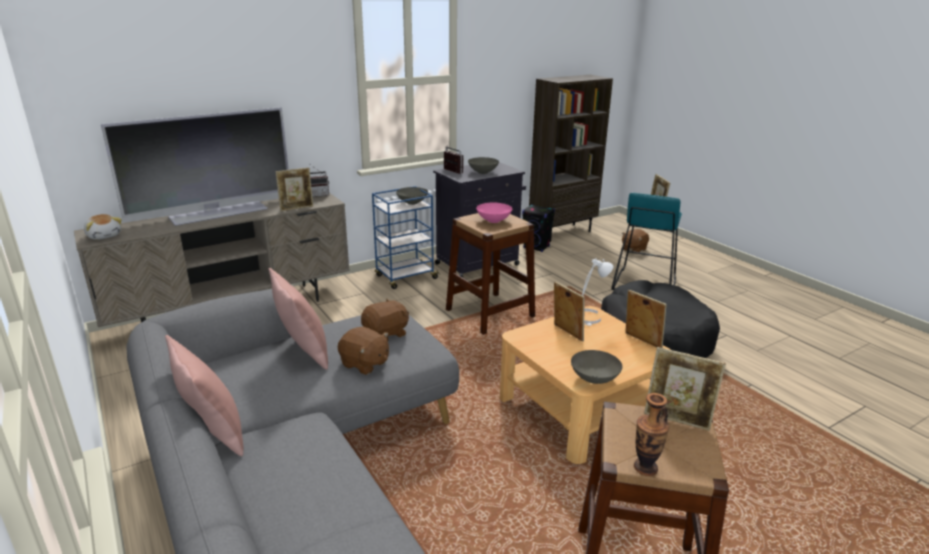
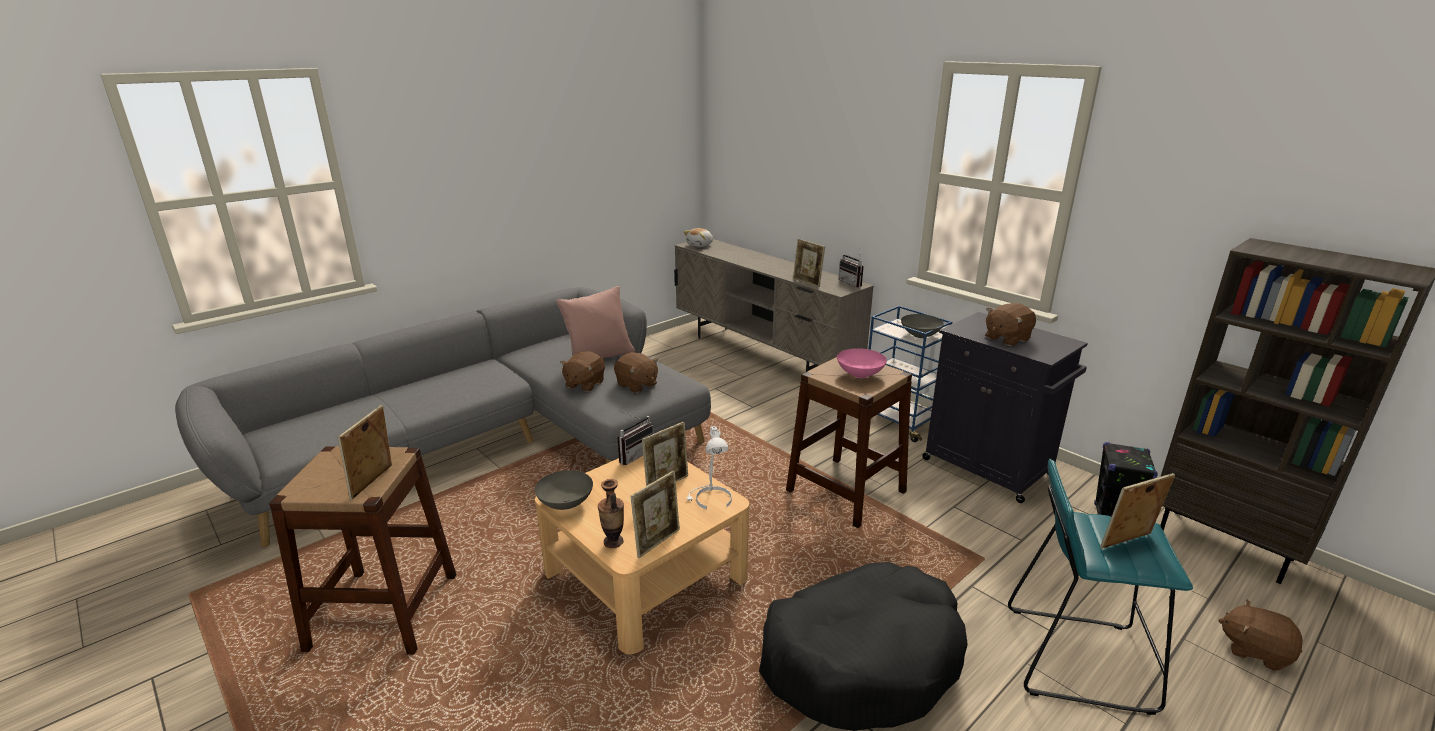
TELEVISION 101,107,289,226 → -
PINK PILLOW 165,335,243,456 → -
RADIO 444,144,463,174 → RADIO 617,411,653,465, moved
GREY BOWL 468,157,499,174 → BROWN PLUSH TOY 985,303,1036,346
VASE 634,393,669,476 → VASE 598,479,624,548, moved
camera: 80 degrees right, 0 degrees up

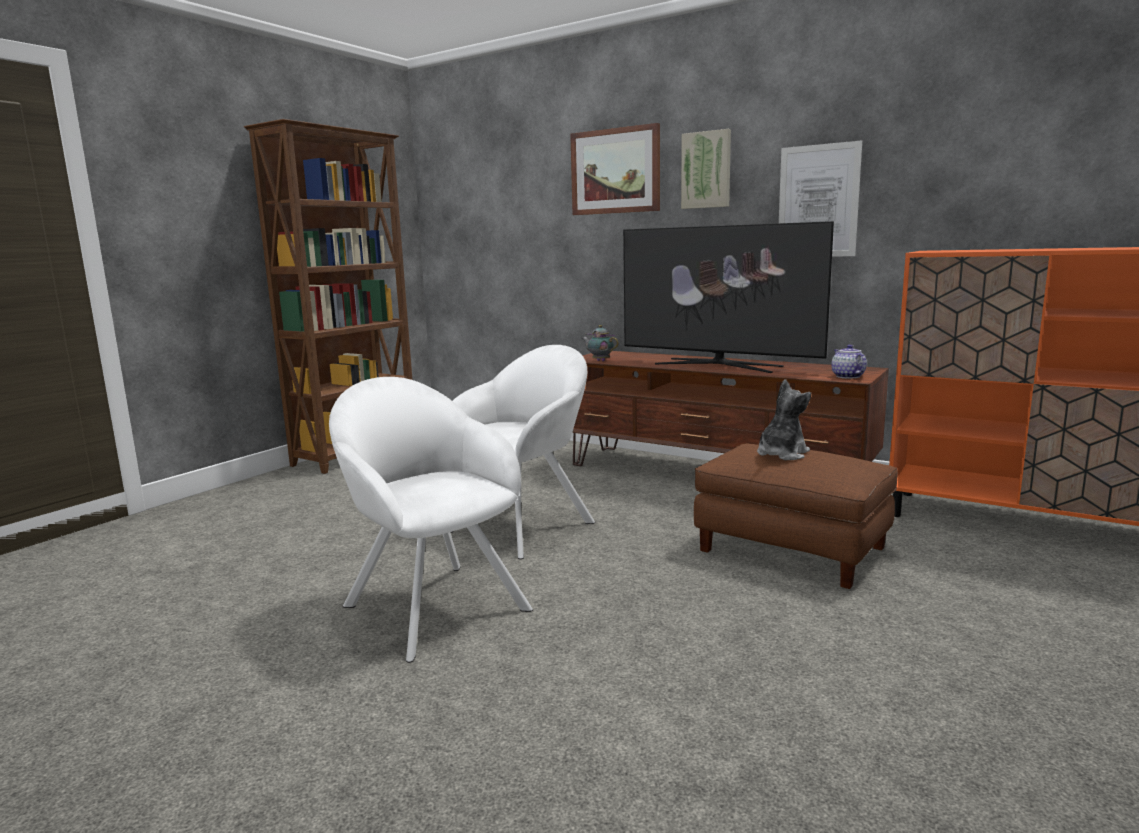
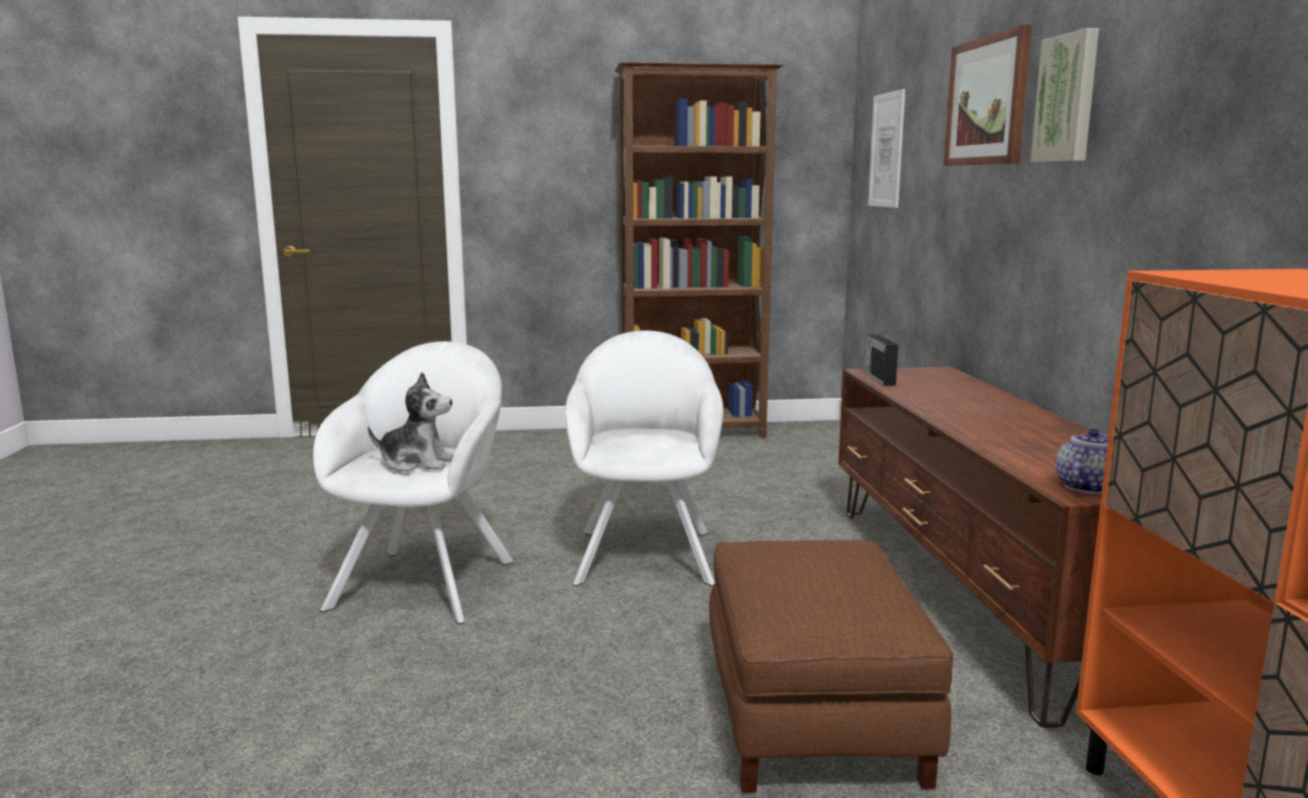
WHITE ARMCHAIR 450,345,595,559 → WHITE ARMCHAIR 565,330,723,586, 90 degrees counterclockwise
TEAPOT 582,325,619,361 → RADIO 865,331,898,386
TELEVISION 623,221,834,373 → -
PLUSH TOY 757,379,811,460 → PLUSH TOY 368,372,454,472, moved
PICTURE 779,140,862,257 → PICTURE 868,89,905,208, moved
camera: 50 degrees right, 0 degrees up

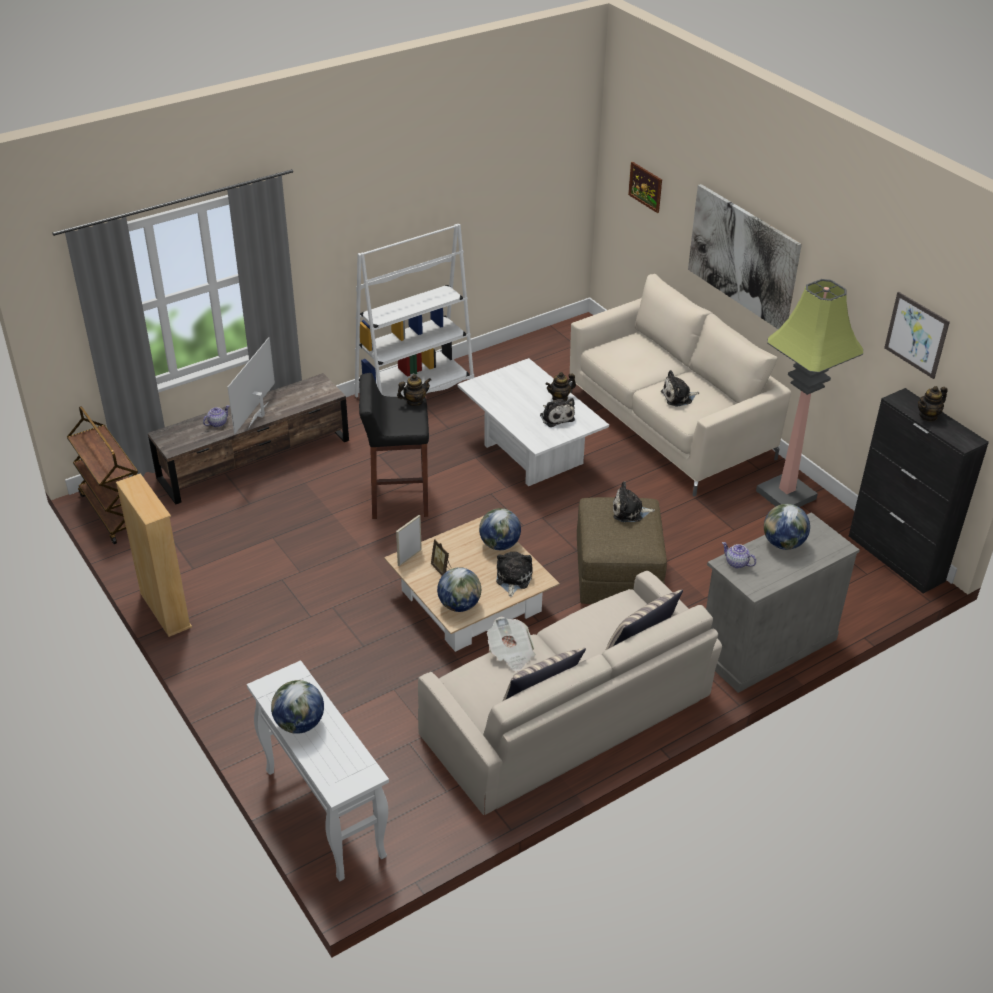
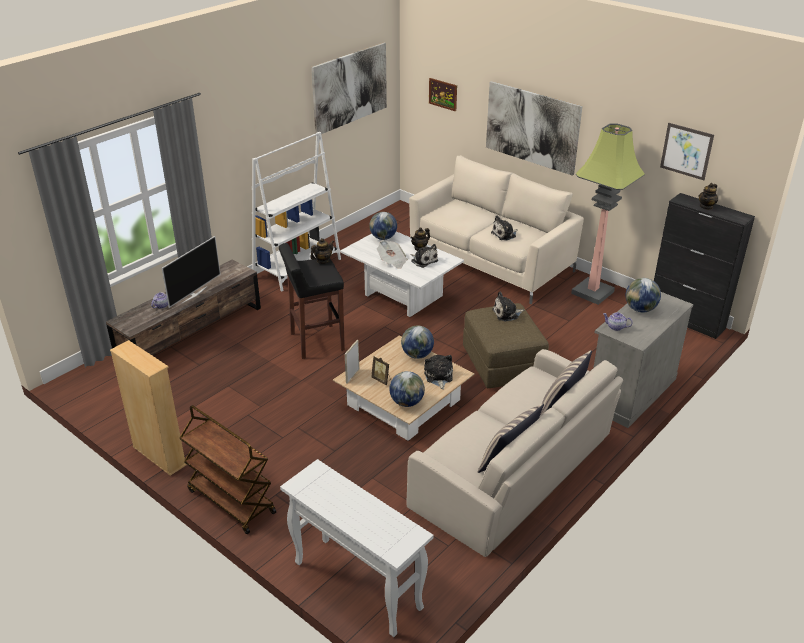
BROWN CART 67,406,138,544 → BROWN CART 179,405,276,534, moved
TELEVISION 228,337,275,434 → TELEVISION 162,236,220,308, 150 degrees counterclockwise
GLOBE 271,680,324,734 → GLOBE 369,212,397,240, moved
NEWSPAPER 487,616,536,672 → NEWSPAPER 377,240,408,269, moved
- → PICTURE 311,42,387,134
camera: 15 degrees left, 5 degrees down

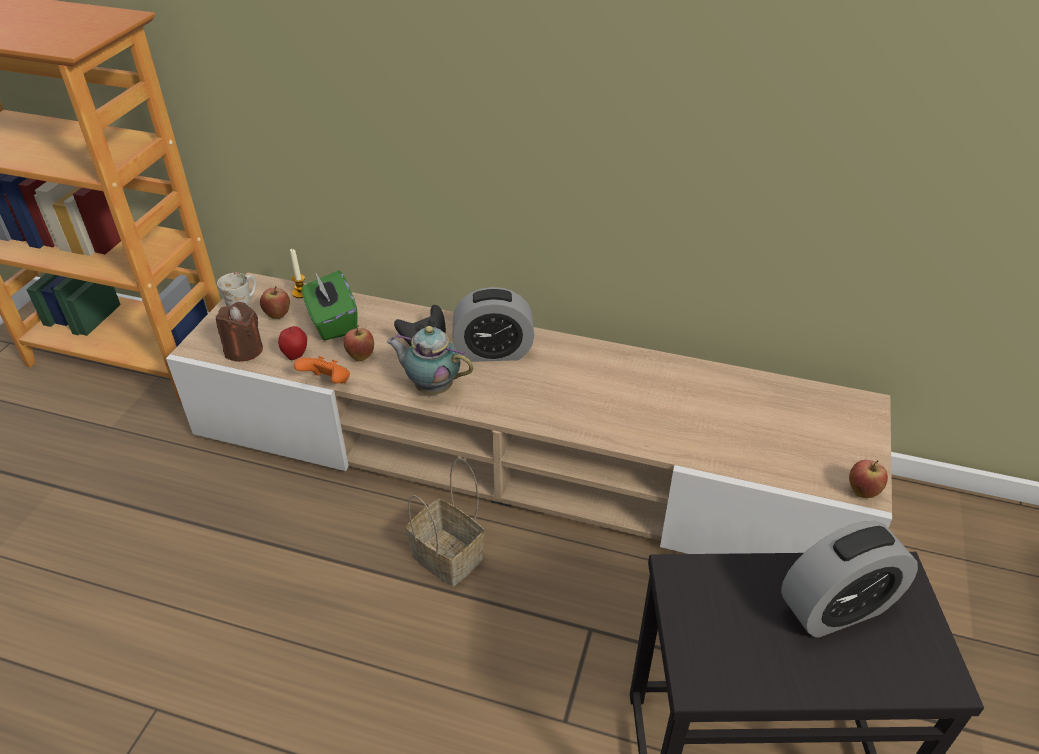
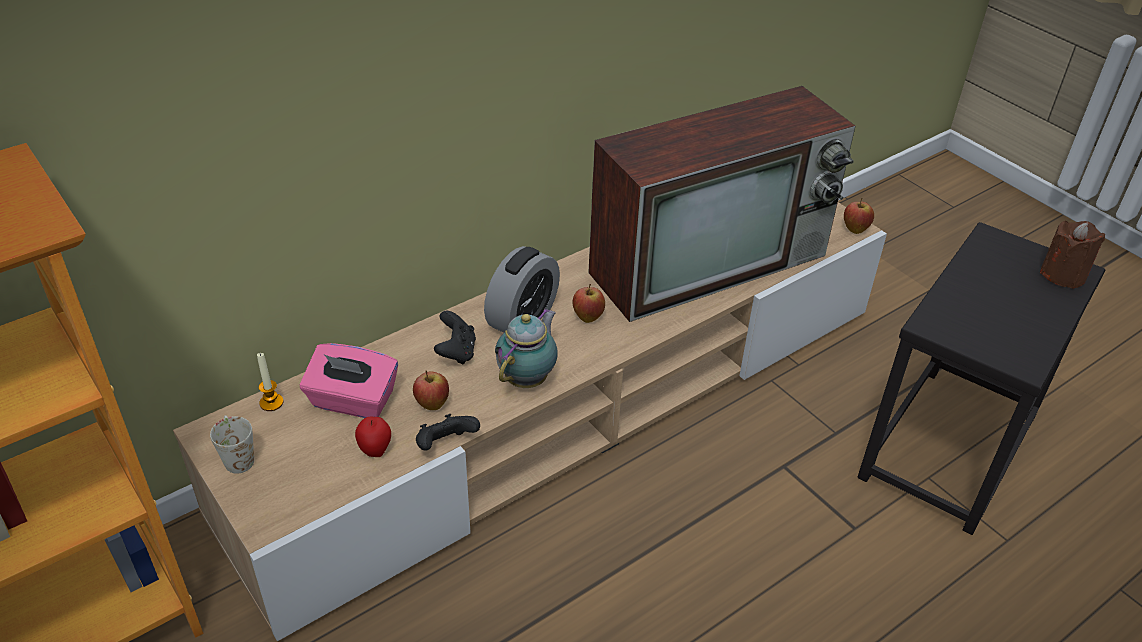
BROWN CANDLE 216,302,263,362 → BROWN CANDLE 1040,221,1105,289, moved
APPLE 260,286,290,319 → APPLE 573,284,605,323, moved
ORANGE GAME CONTROLLER 294,356,350,384 → BLACK GAME CONTROLLER 416,414,480,451
GREEN TISSUE BOX 302,271,358,341 → PINK TISSUE BOX 300,343,398,418
TEAPOT 387,326,473,394 → TEAPOT 495,308,558,388, 150 degrees clockwise
BASKET 406,458,485,587 → -
ALARM CLOCK 781,521,918,638 → -
- → TELEVISION 588,86,855,322
camera: 55 degrees left, 0 degrees up

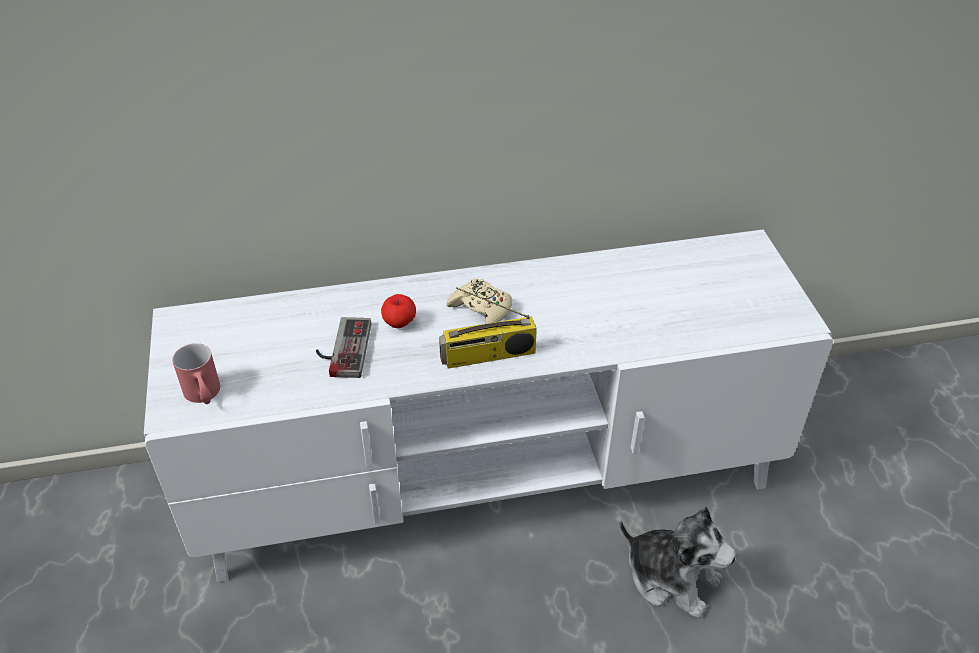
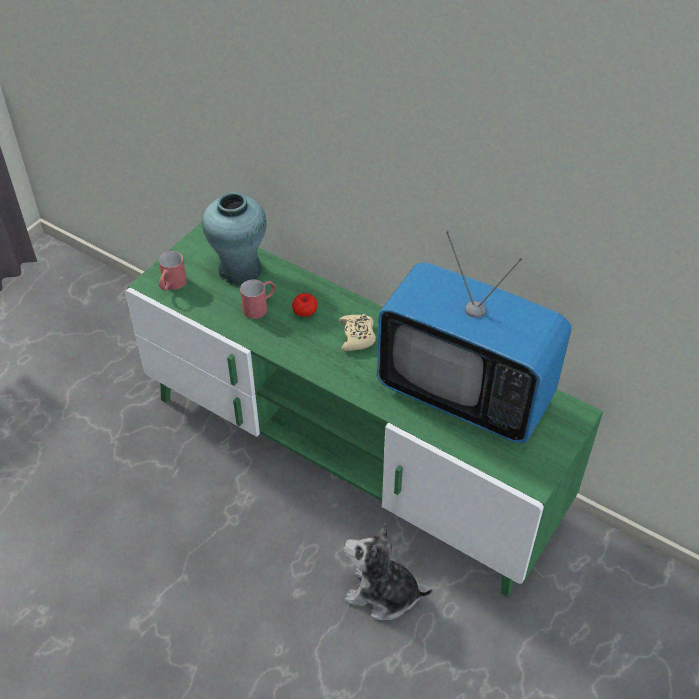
WHITE TV STAND 144,230,833,582 → GREEN TV STAND 125,222,603,597
GAME CONTROLLER 316,317,371,378 → RED MUG 240,279,275,319
RADIO 439,287,537,368 → -
PLUSH TOY 619,507,736,619 → PLUSH TOY 344,523,433,620, 120 degrees clockwise
- → TURQUOISE VASE 202,192,267,285
- → TELEVISION 377,231,572,443
camera: 45 degrees right, 5 degrees up

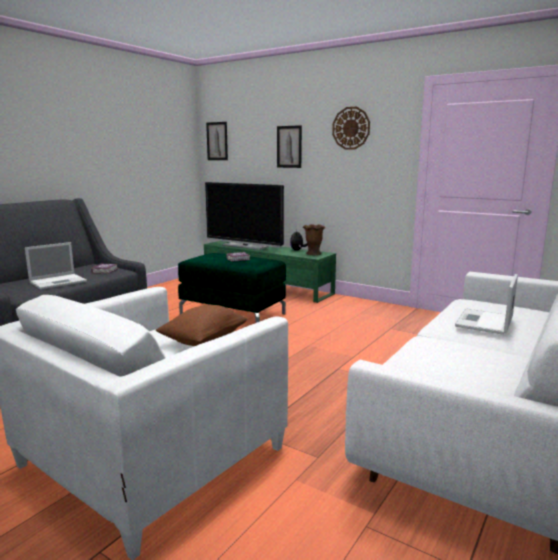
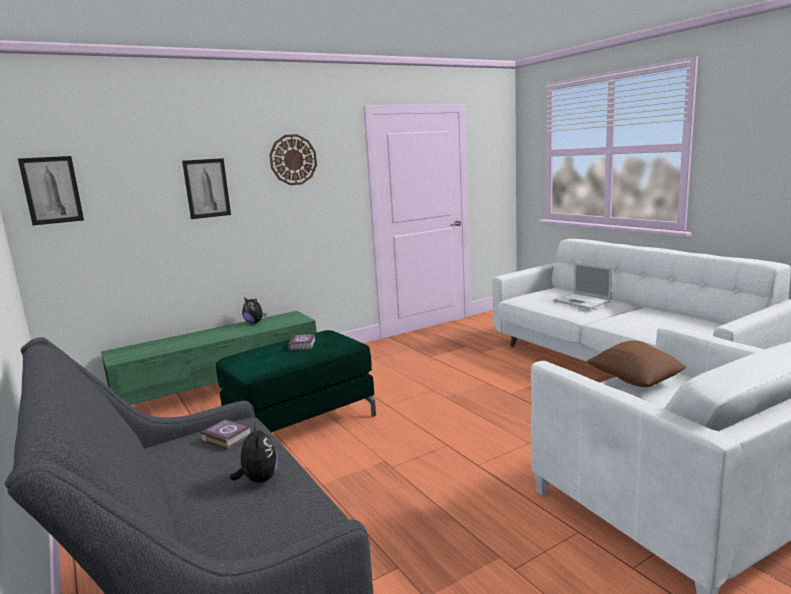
LAPTOP 25,242,87,289 → PLUSH TOY 230,424,278,483
TELEVISION 205,182,284,250 → -
BROWN VASE 303,224,325,255 → -
camera: 65 degrees left, 0 degrees up

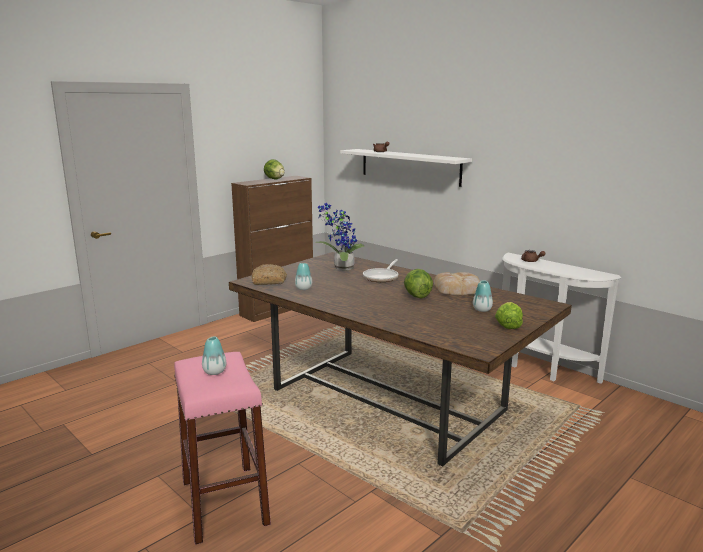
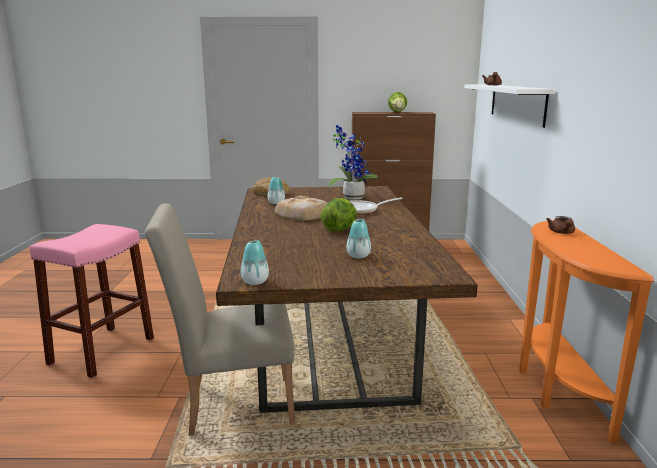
VASE 202,336,226,375 → VASE 241,240,269,285, moved
BREAD 433,272,480,295 → BREAD 275,196,327,221, moved
LETTUCE 495,302,523,329 → -
WHITE CONSOLE TABLE 502,253,621,384 → ORANGE CONSOLE TABLE 519,220,654,443
- → BEIGE CHAIR 144,203,295,436
camera: 45 degrees right, 0 degrees up

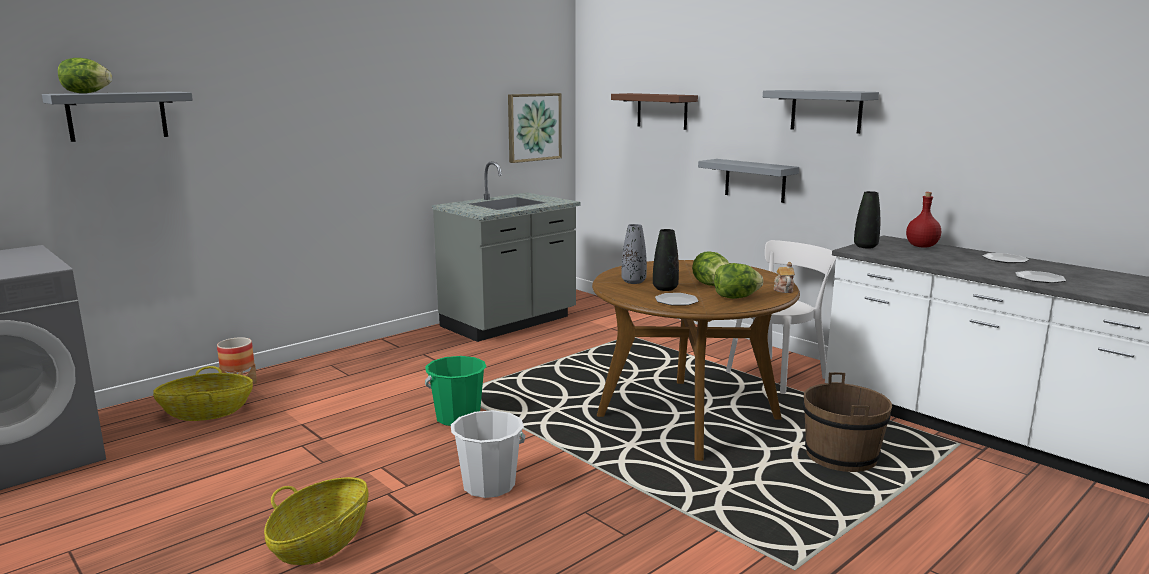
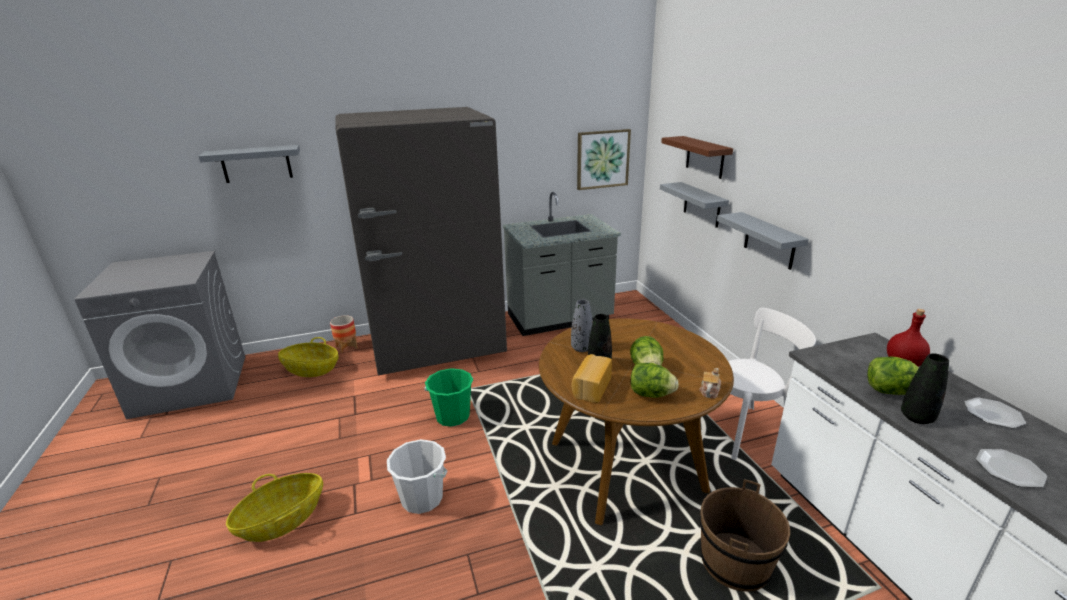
LETTUCE 58,58,112,93 → LETTUCE 867,357,919,395, moved
PLATE 655,293,698,306 → BREAD 572,354,612,403
GREY SHELF 763,90,879,134 → GREY SHELF 660,182,729,228, moved
BLACK VASE 854,191,880,248 → BLACK VASE 901,353,949,424, moved
- → GREY FRIDGE 335,107,507,375
camera: 25 degrees right, 10 degrees up

